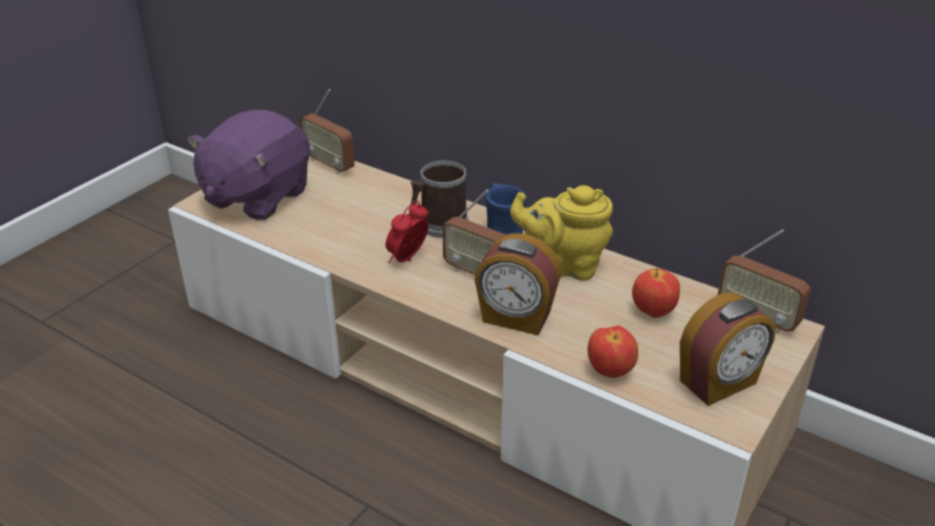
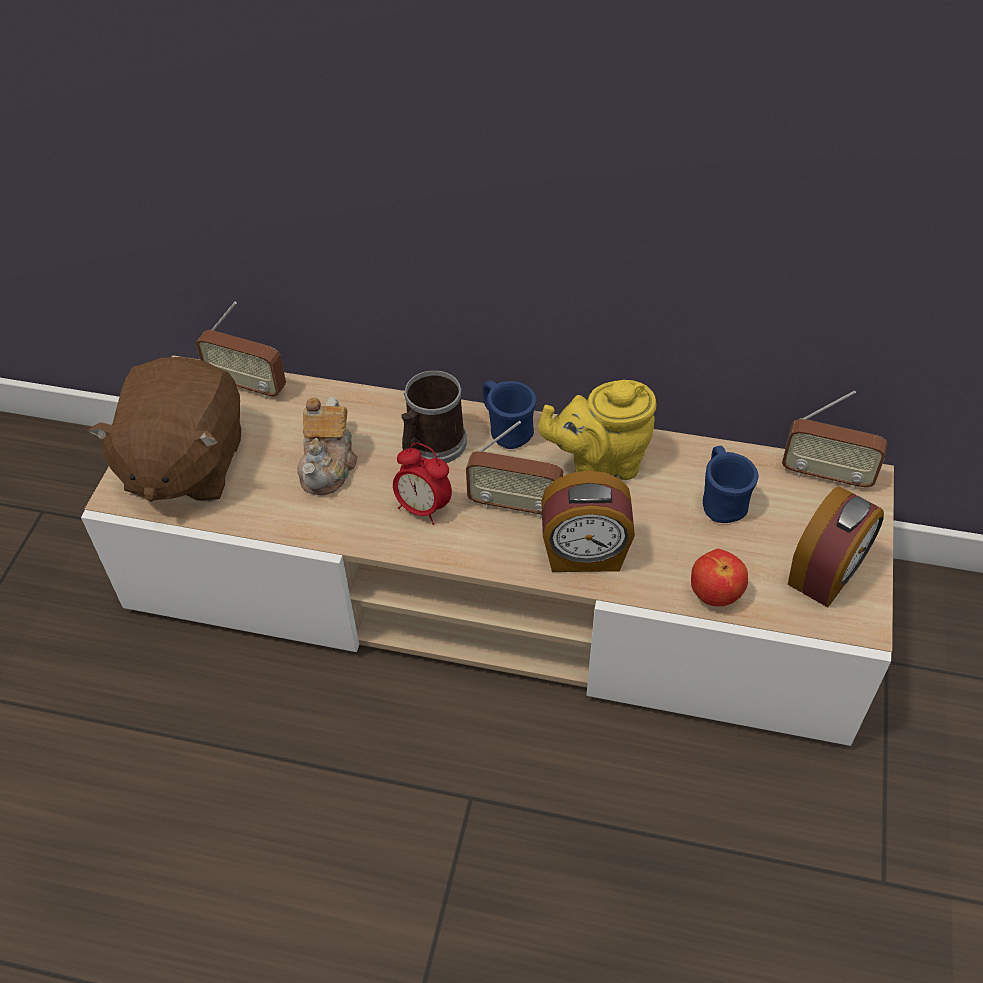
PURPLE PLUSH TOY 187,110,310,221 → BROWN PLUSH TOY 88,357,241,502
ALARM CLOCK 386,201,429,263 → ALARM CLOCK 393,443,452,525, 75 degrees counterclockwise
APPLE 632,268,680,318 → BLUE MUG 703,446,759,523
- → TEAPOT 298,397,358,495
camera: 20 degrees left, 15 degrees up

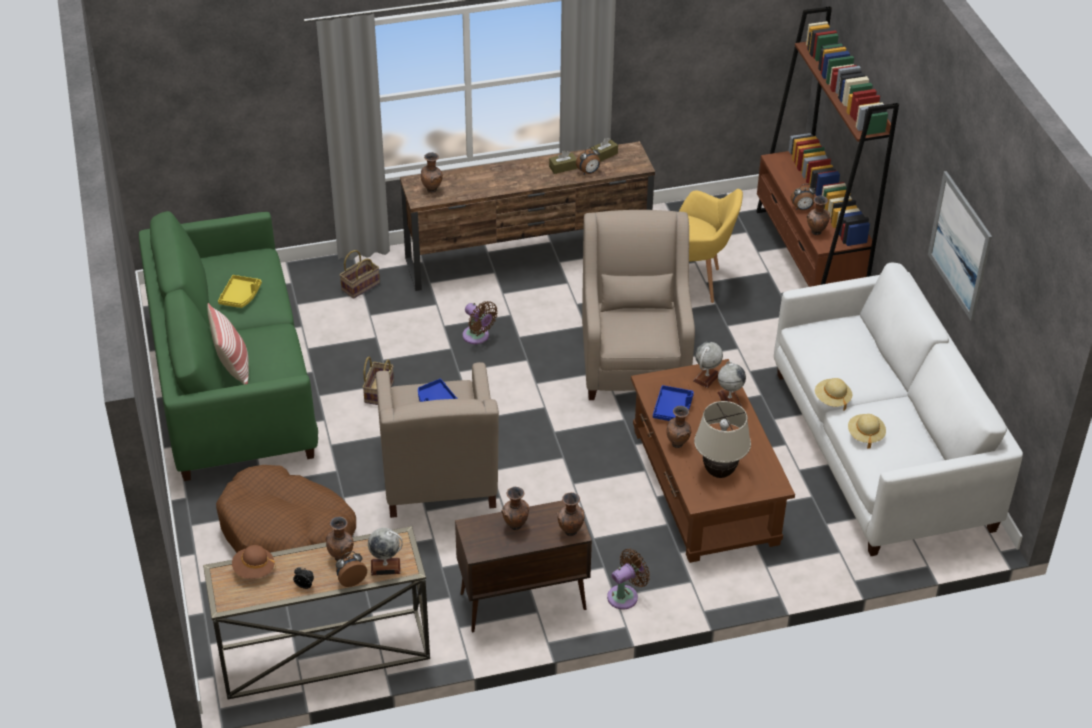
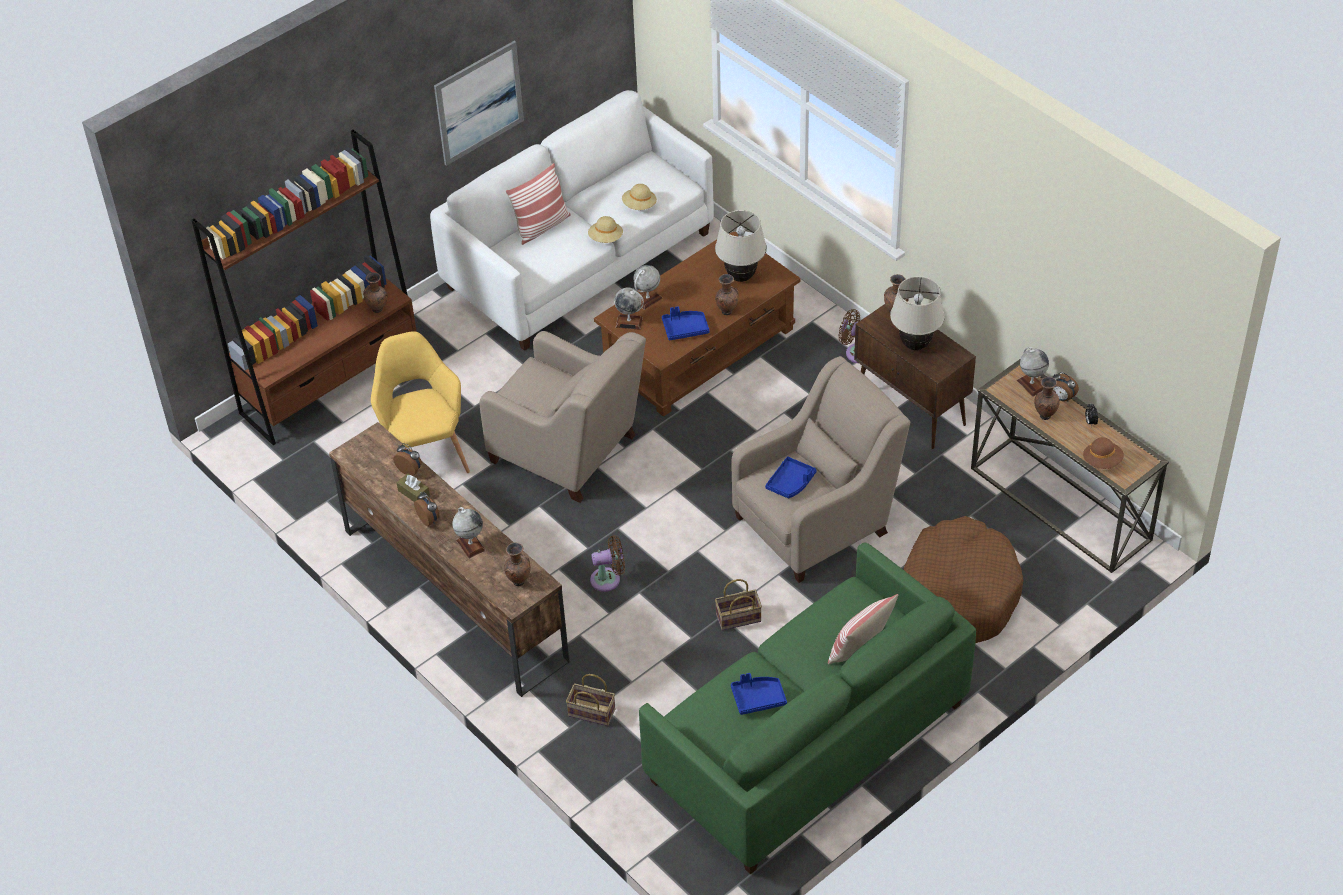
YELLOW TRAY 218,275,262,308 → BLUE TRAY 731,673,787,715
BROWN FAN 462,301,498,344 → BROWN FAN 590,535,625,592, 60 degrees clockwise
BROWN VASE 501,487,529,530 → BEIGE TABLE LAMP 890,276,945,350
BEIGE ARMCHAIR 582,210,695,400 → BEIGE ARMCHAIR 479,331,646,503, 120 degrees counterclockwise
BROWN TISSUE BOX 591,138,618,162 → -
ALARM CLOCK 791,184,816,210 → ALARM CLOCK 414,492,439,526, moved
- → GLOBE 452,507,486,558
- → PILLOW 506,163,571,245
camera: 115 degrees left, 5 degrees up

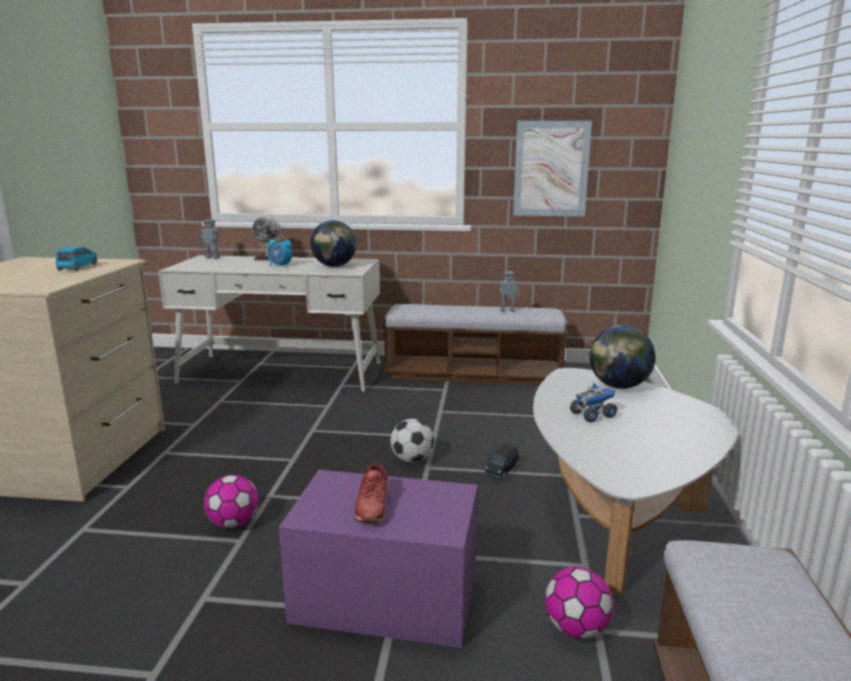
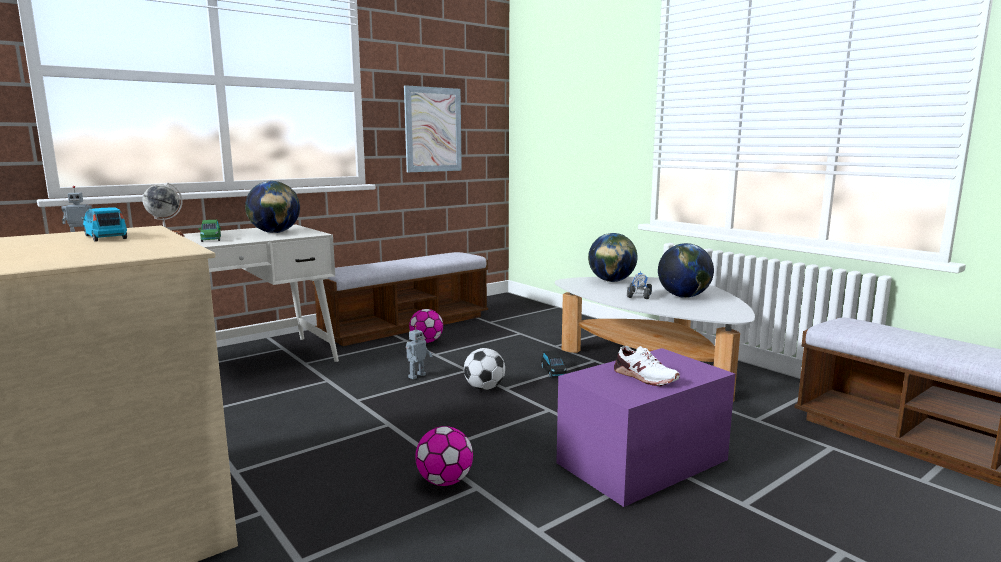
ALARM CLOCK 267,235,292,268 → GREEN TOY CAR 198,220,221,242
RED SHOE 355,464,388,522 → WHITE SHOE 614,346,680,387
TOY ROBOT 499,267,519,312 → TOY ROBOT 406,325,433,380, moved
FOOTBALL 545,567,613,639 → FOOTBALL 409,309,443,343, moved
- → GLOBE 658,243,714,298
camera: 45 degrees left, 5 degrees down

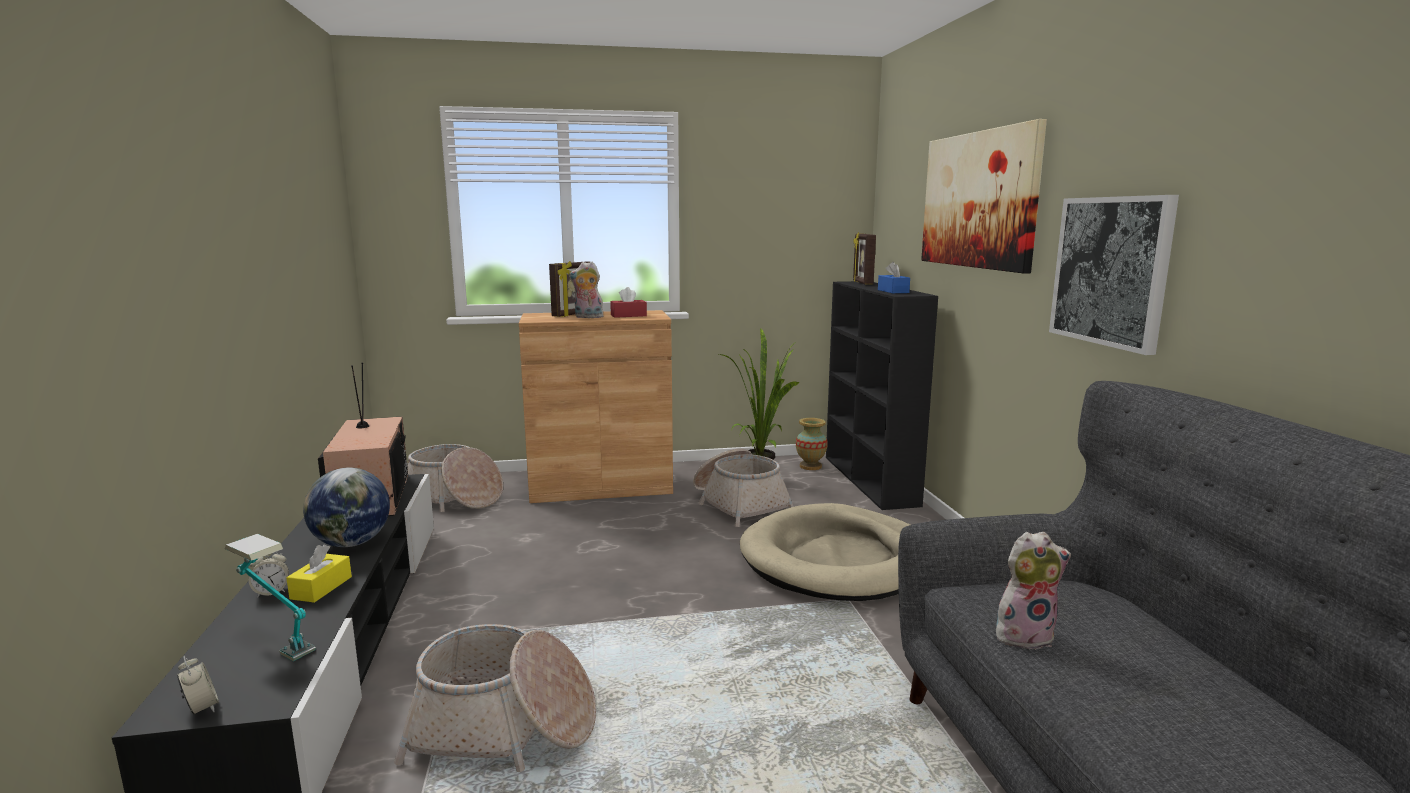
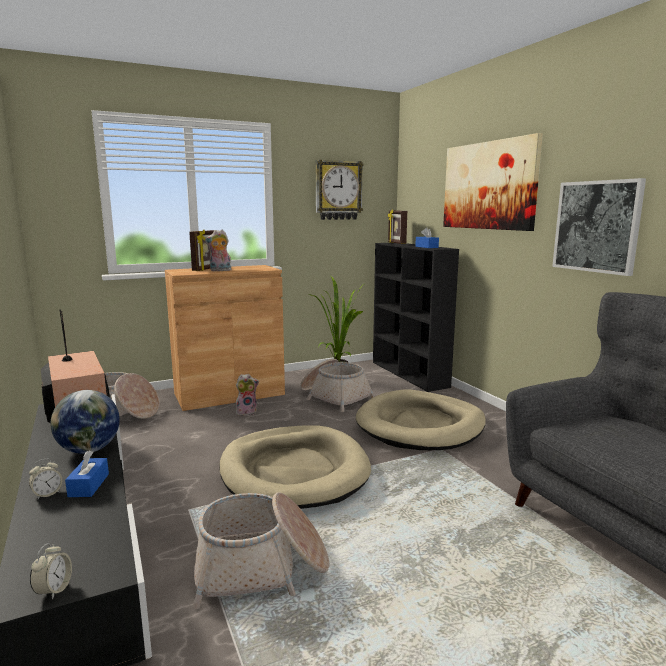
ALARM CLOCK 177,656,219,715 → ALARM CLOCK 30,543,72,600, 60 degrees clockwise
TABLE LAMP 225,534,316,661 → -
YELLOW TISSUE BOX 286,545,352,603 → BLUE TISSUE BOX 65,450,109,497
RED TISSUE BOX 610,287,647,318 → -
VASE 796,418,828,470 → -
PLUSH TOY 996,532,1071,650 → PLUSH TOY 236,374,259,416, moved
- → BEIGE DOG BED 219,425,371,509
- → WALL CLOCK 316,159,364,220
camera: 15 degrees left, 0 degrees up

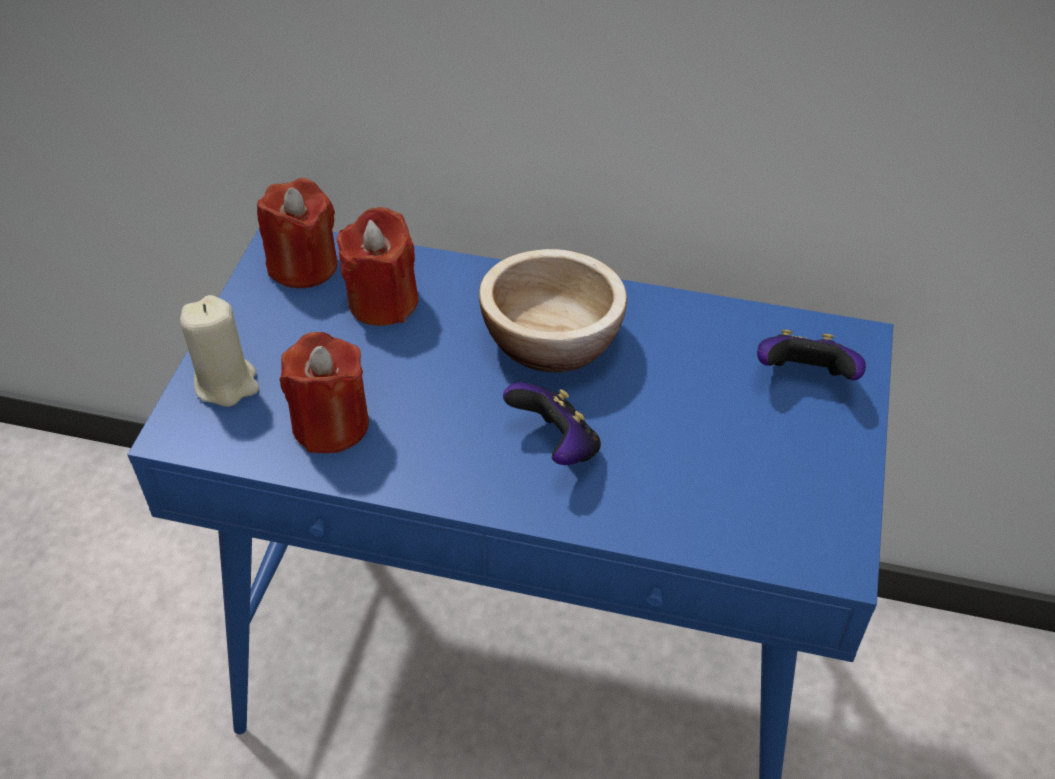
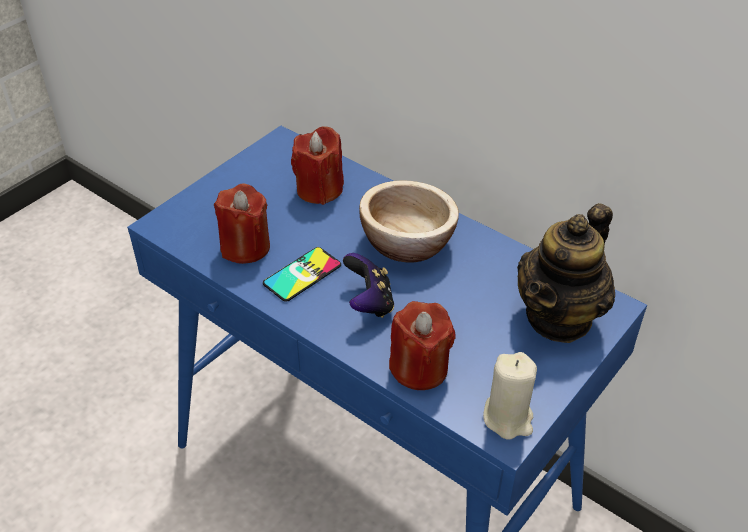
BEIGE CANDLE 180,295,259,407 → BEIGE CANDLE 483,352,537,440, moved
RED CANDLE 257,178,338,288 → RED CANDLE 389,301,456,390, moved
GAME CONTROLLER 757,329,866,380 → TEAPOT 517,203,615,343
- → PHONE 263,247,341,302
camera: 25 degrees right, 5 degrees down

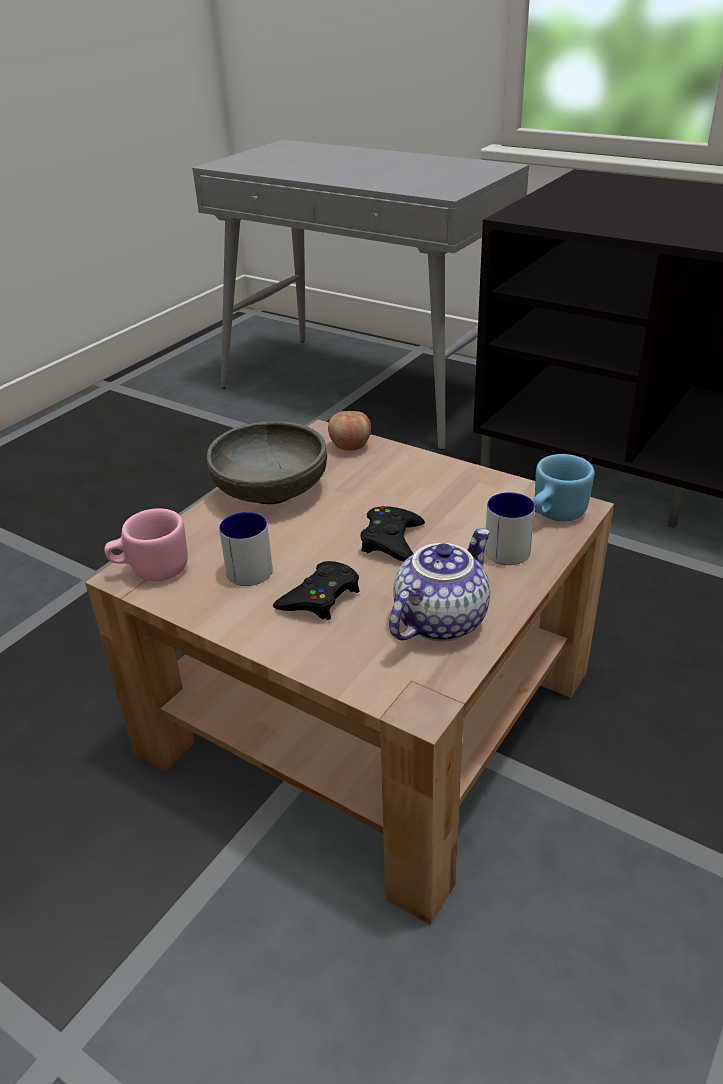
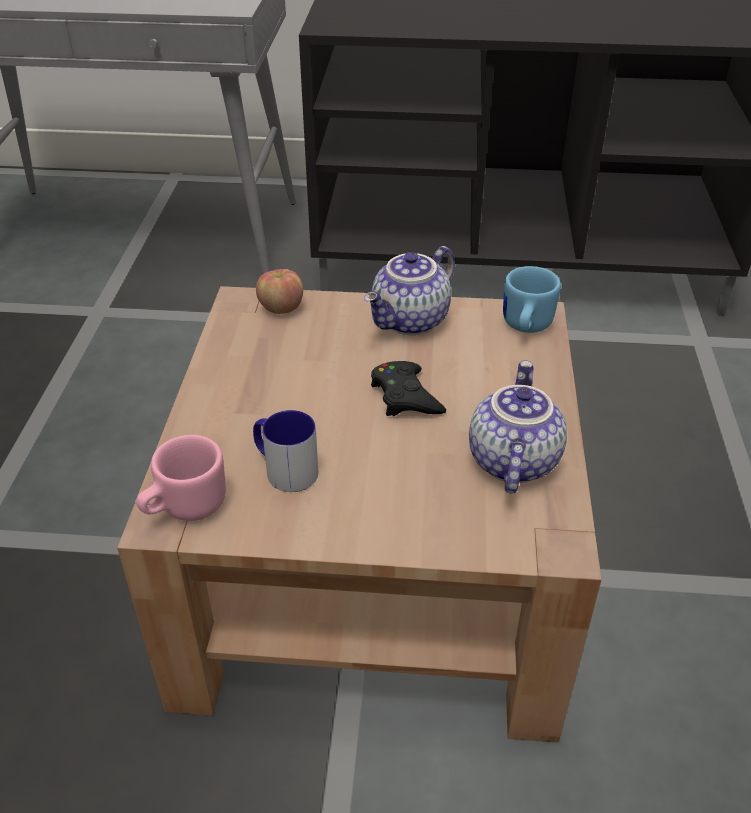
GREY BOWL 207,421,327,504 → -
BLACK GAME CONTROLLER 273,561,359,620 → -
MUG 484,492,535,565 → -
- → TEAPOT 364,246,455,335
camera: 30 degrees left, 5 degrees up

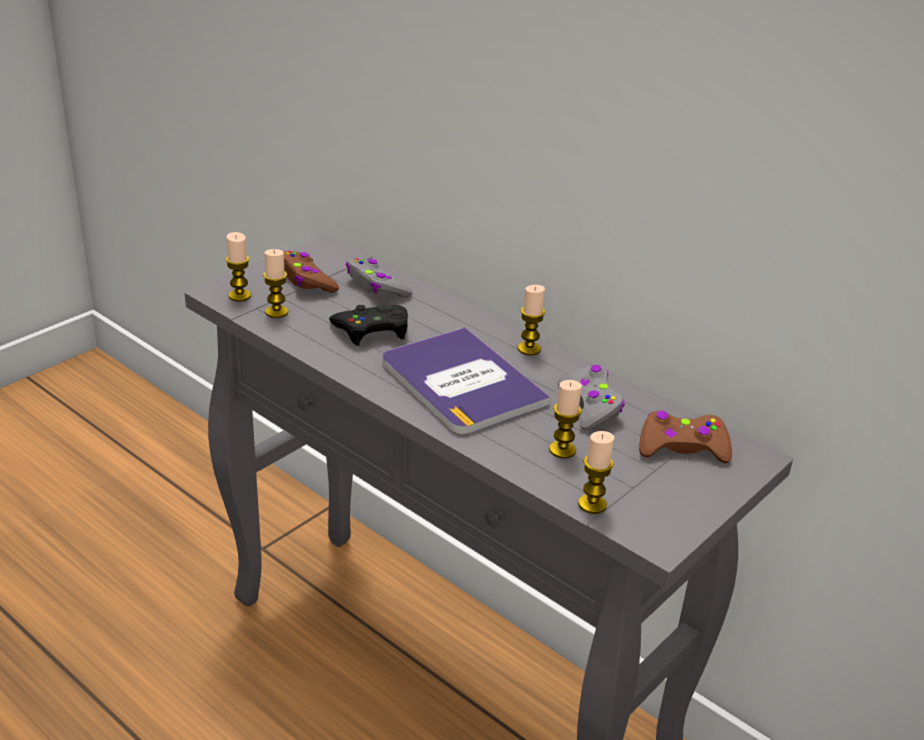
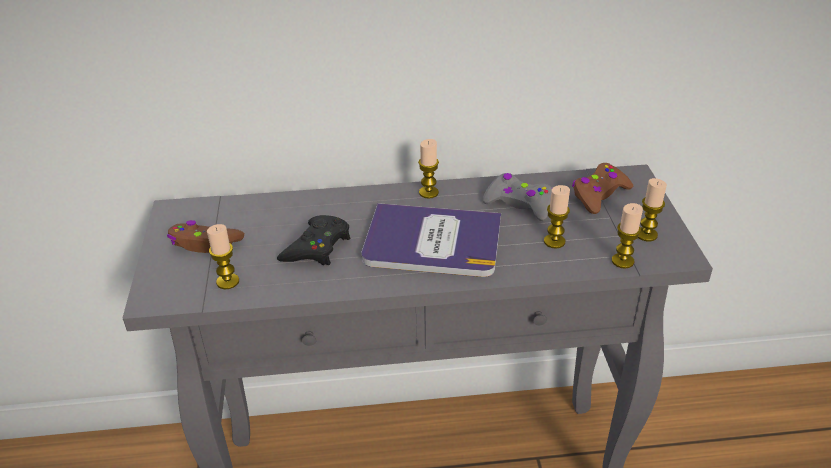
CANDLE 226,232,251,302 → CANDLE 638,178,667,241, moved
GREY GAME CONTROLLER 346,258,413,298 → -
camera: 45 degrees left, 5 degrees up

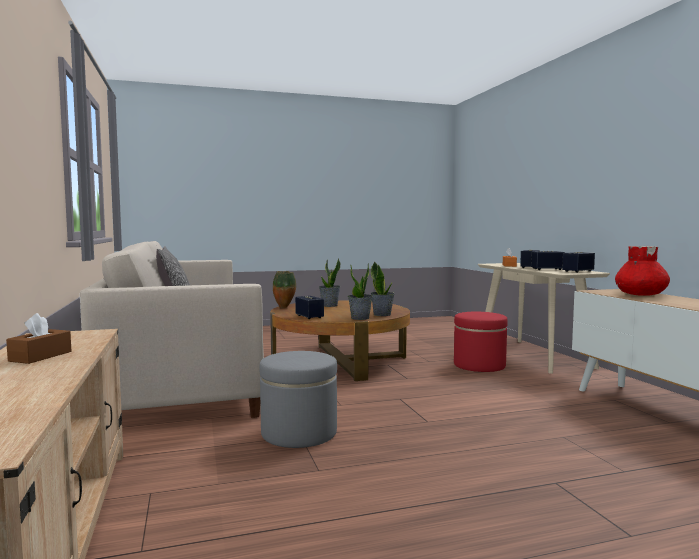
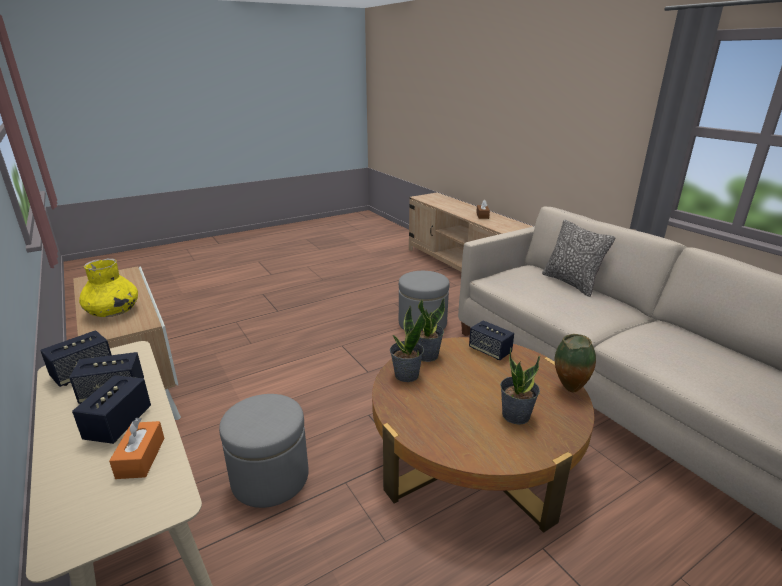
RED OTTOMAN 454,312,508,372 → GREY OTTOMAN 219,394,309,508
RED VASE 615,246,670,296 → YELLOW VASE 79,258,138,317
camera: 165 degrees right, 20 degrees up

